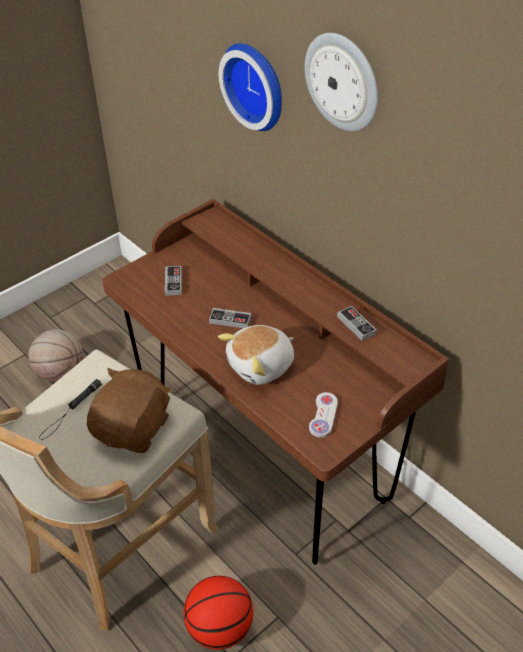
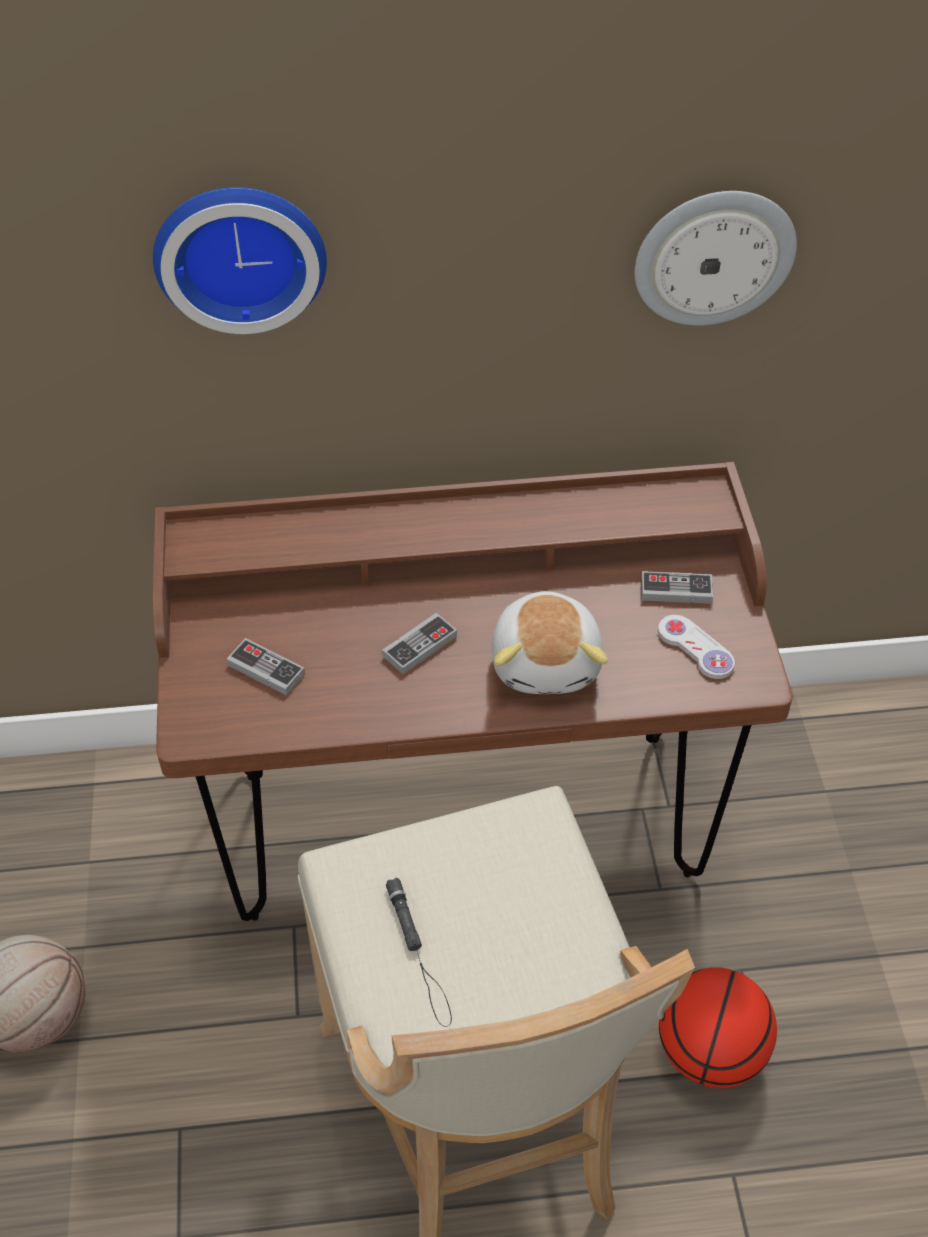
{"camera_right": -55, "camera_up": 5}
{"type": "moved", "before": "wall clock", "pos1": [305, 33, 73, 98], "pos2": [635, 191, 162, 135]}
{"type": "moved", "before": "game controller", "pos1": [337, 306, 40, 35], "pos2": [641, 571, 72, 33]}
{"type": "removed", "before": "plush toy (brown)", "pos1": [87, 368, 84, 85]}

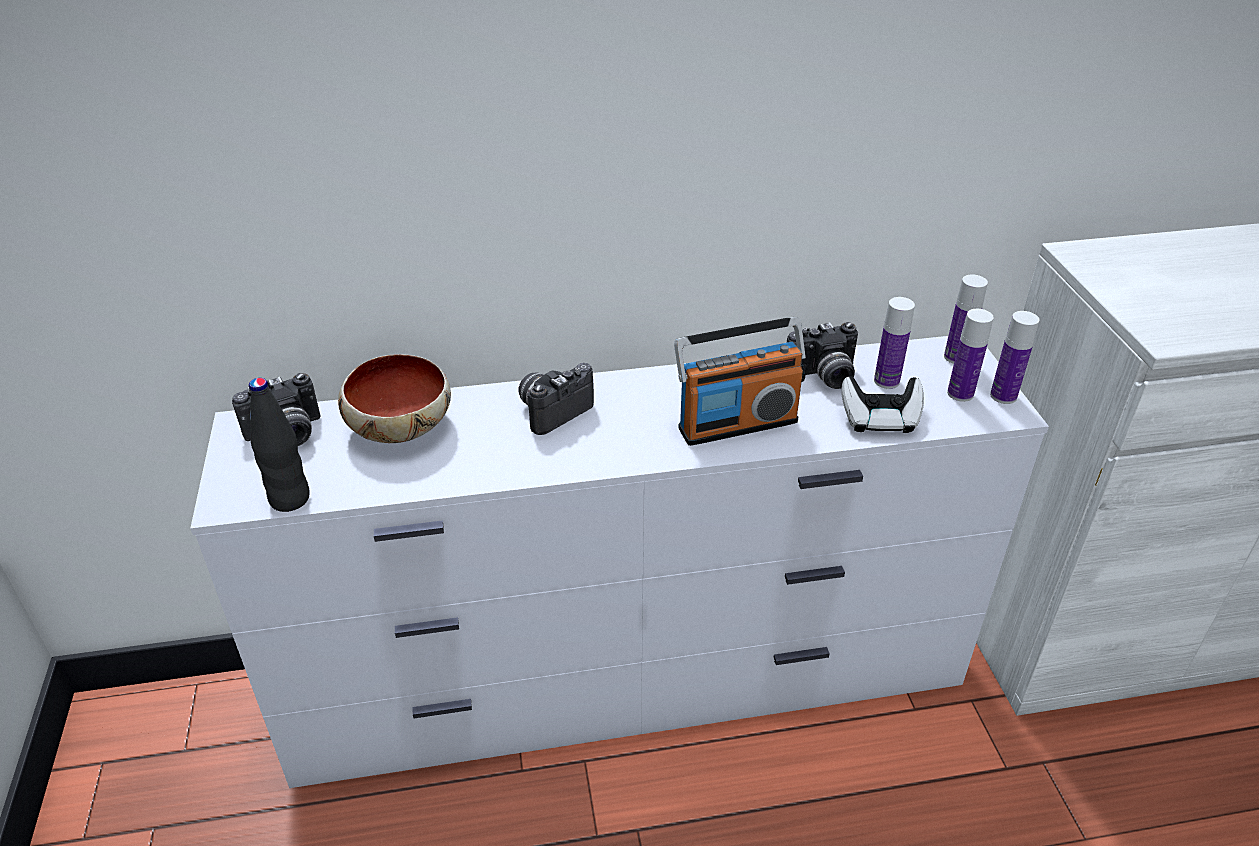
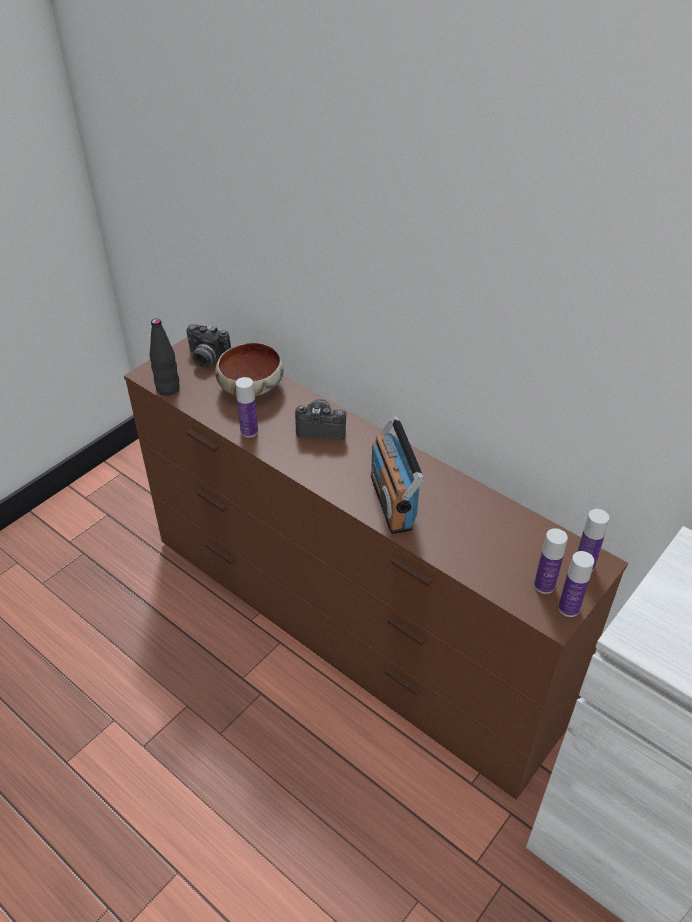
{"camera_right": 50, "camera_up": 5}
{"type": "recoloured", "before": "dresser (white)", "after": "dresser (brown)", "pos1": [190, 336, 859, 452], "pos2": [124, 337, 504, 463]}
{"type": "moved", "before": "bottle", "pos1": [874, 297, 41, 92], "pos2": [236, 377, 22, 61]}
{"type": "turned", "before": "radio", "pos1": [674, 317, 132, 129], "pos2": [371, 416, 53, 118], "turn": 45}
{"type": "removed", "before": "photo camera", "pos1": [787, 322, 71, 67]}
{"type": "removed", "before": "game controller", "pos1": [841, 376, 83, 57]}

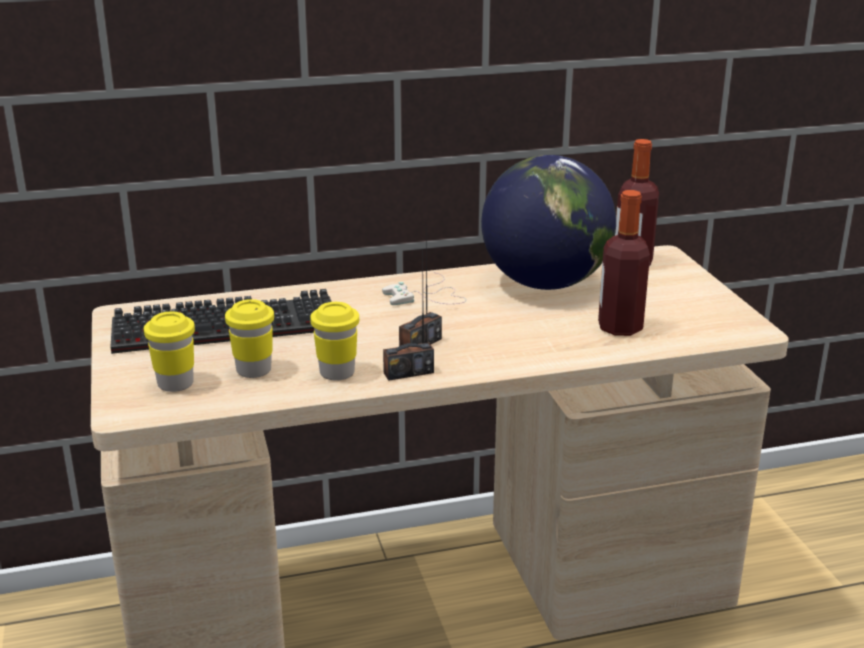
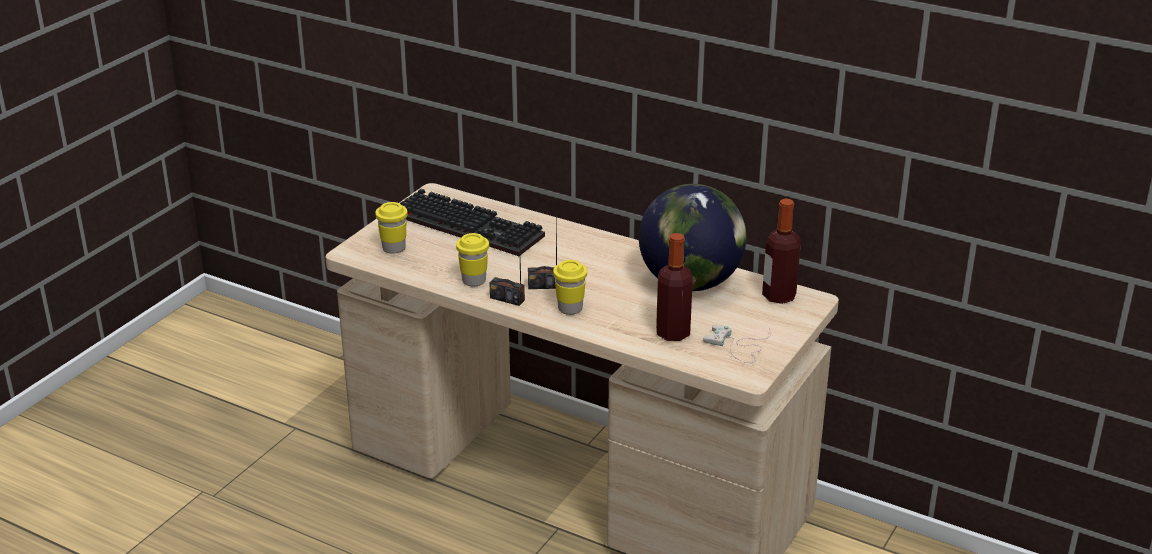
{"camera_right": 45, "camera_up": 5}
{"type": "moved", "before": "cup (yellow)", "pos1": [225, 299, 49, 79], "pos2": [553, 260, 34, 55]}
{"type": "moved", "before": "game controller (white)", "pos1": [382, 272, 85, 33], "pos2": [703, 325, 68, 38]}

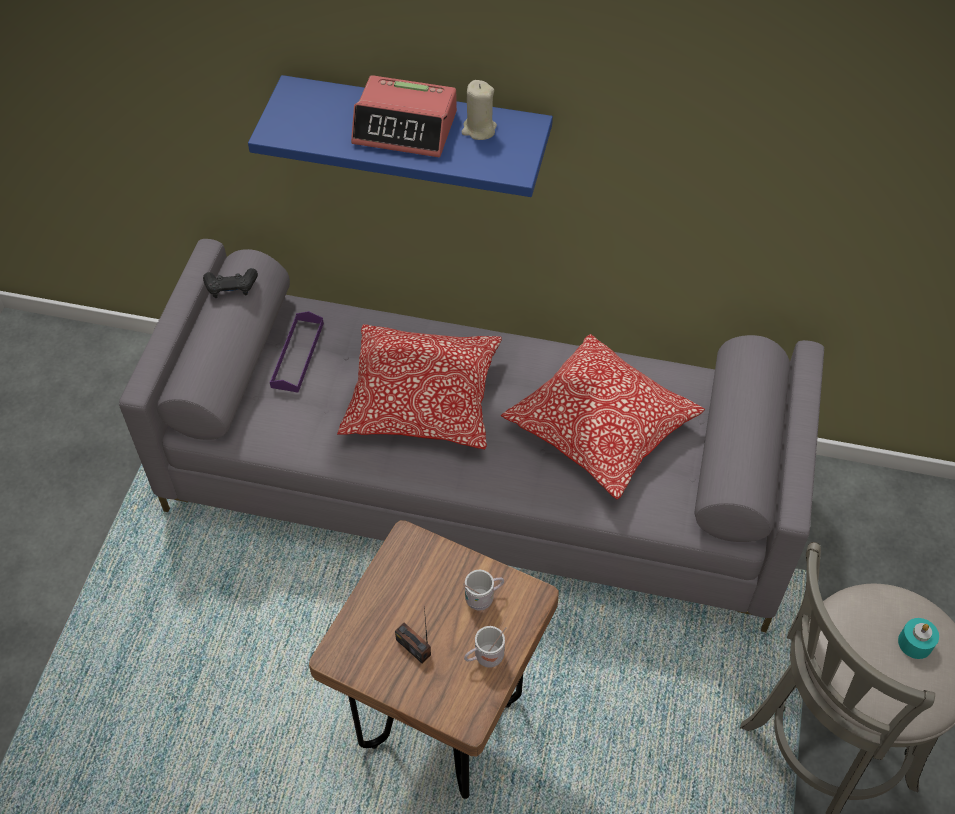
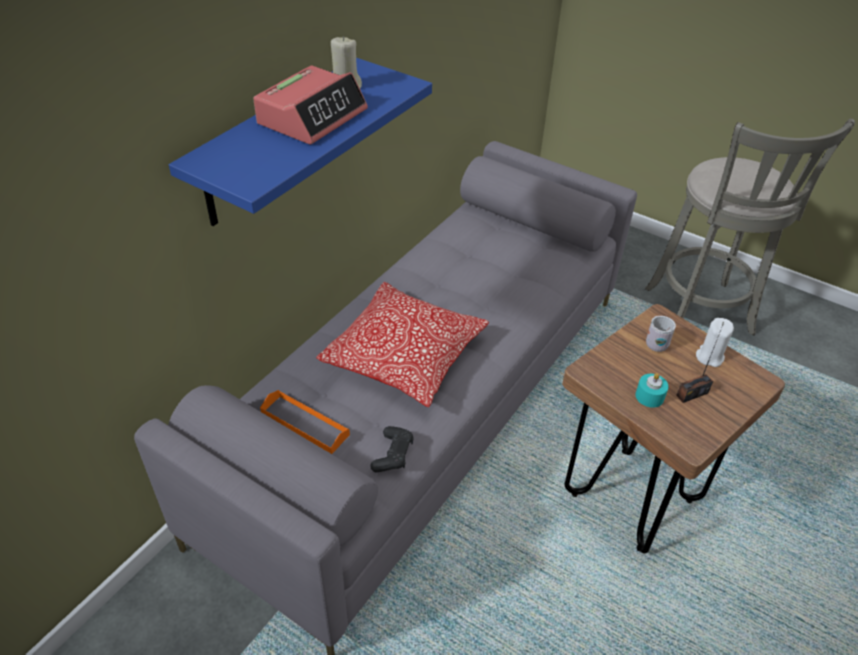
{"camera_right": -70, "camera_up": -10}
{"type": "recoloured", "before": "tray (purple)", "after": "tray (orange)", "pos1": [270, 311, 54, 81], "pos2": [260, 390, 90, 64]}
{"type": "moved", "before": "game controller (black)", "pos1": [203, 268, 55, 30], "pos2": [370, 426, 44, 46]}
{"type": "moved", "before": "candle (turquoise)", "pos1": [898, 618, 41, 41], "pos2": [635, 373, 34, 35]}
{"type": "replaced", "before": "mug (white)", "after": "candle (white)", "pos1": [464, 626, 42, 42], "pos2": [696, 318, 38, 49]}
{"type": "removed", "before": "pillow", "pos1": [501, 334, 204, 165]}

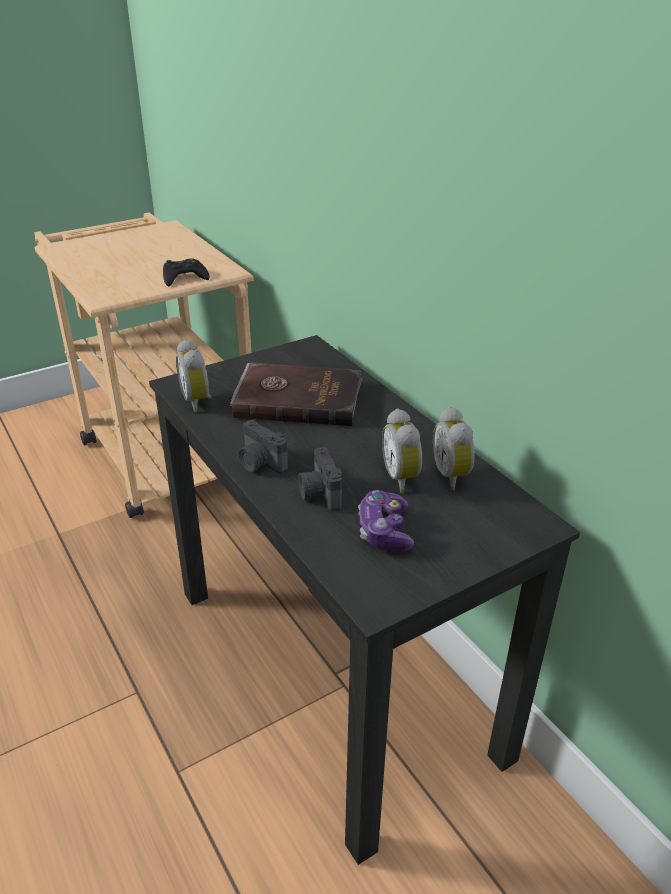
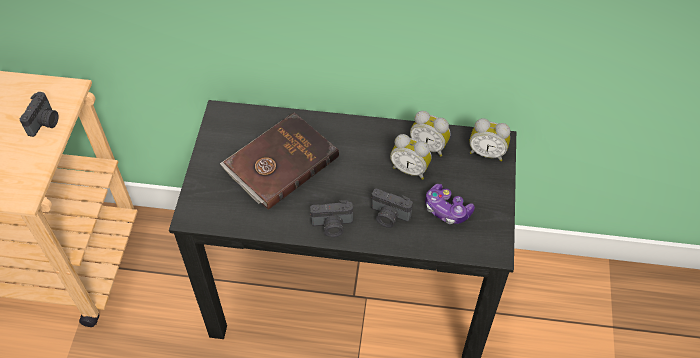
{"camera_right": -50, "camera_up": 20}
{"type": "replaced", "before": "game controller (black)", "after": "photo camera", "pos1": [163, 259, 47, 27], "pos2": [20, 92, 38, 45]}
{"type": "moved", "before": "alarm clock", "pos1": [176, 339, 36, 73], "pos2": [469, 118, 41, 43]}

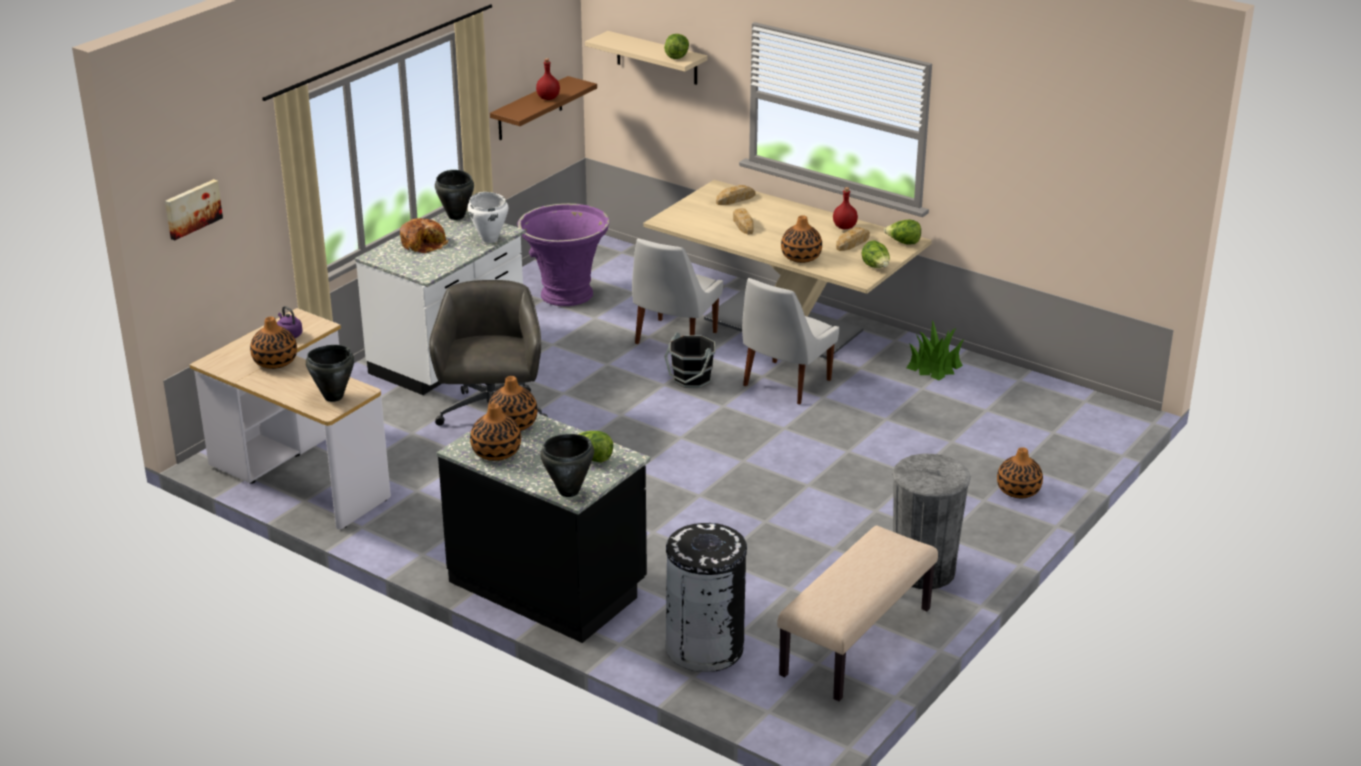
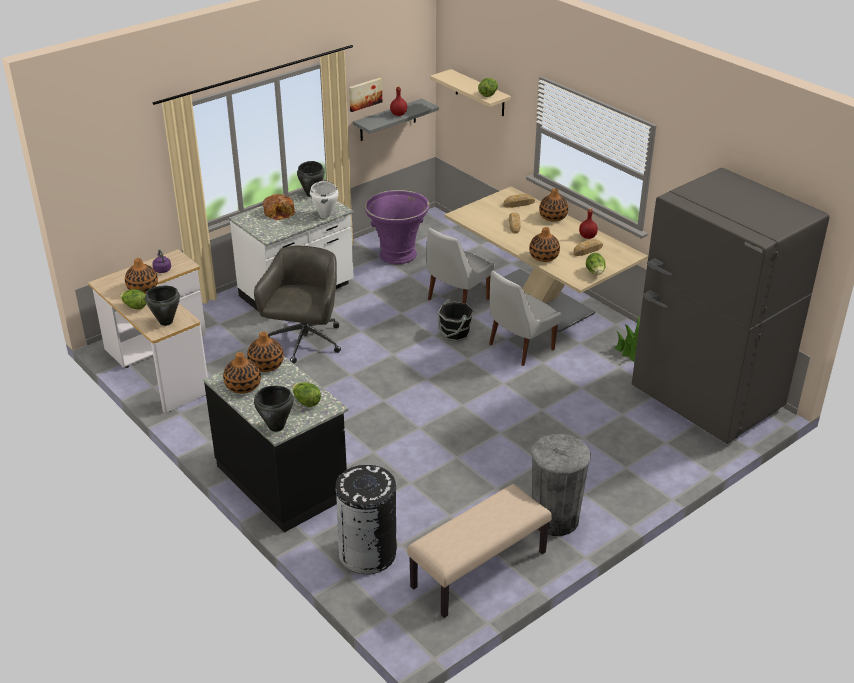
{"camera_right": 15, "camera_up": 5}
{"type": "moved", "before": "lettuce", "pos1": [884, 220, 37, 24], "pos2": [120, 289, 26, 21]}
{"type": "moved", "before": "picture", "pos1": [165, 179, 58, 61], "pos2": [349, 78, 33, 34]}
{"type": "recoloured", "before": "shelf (brown)", "after": "shelf (grey)", "pos1": [490, 76, 107, 64], "pos2": [353, 99, 86, 42]}
{"type": "moved", "before": "vase", "pos1": [997, 447, 46, 51], "pos2": [539, 188, 29, 34]}
{"type": "added", "after": "fridge (grey)", "pos2": [632, 168, 198, 276]}

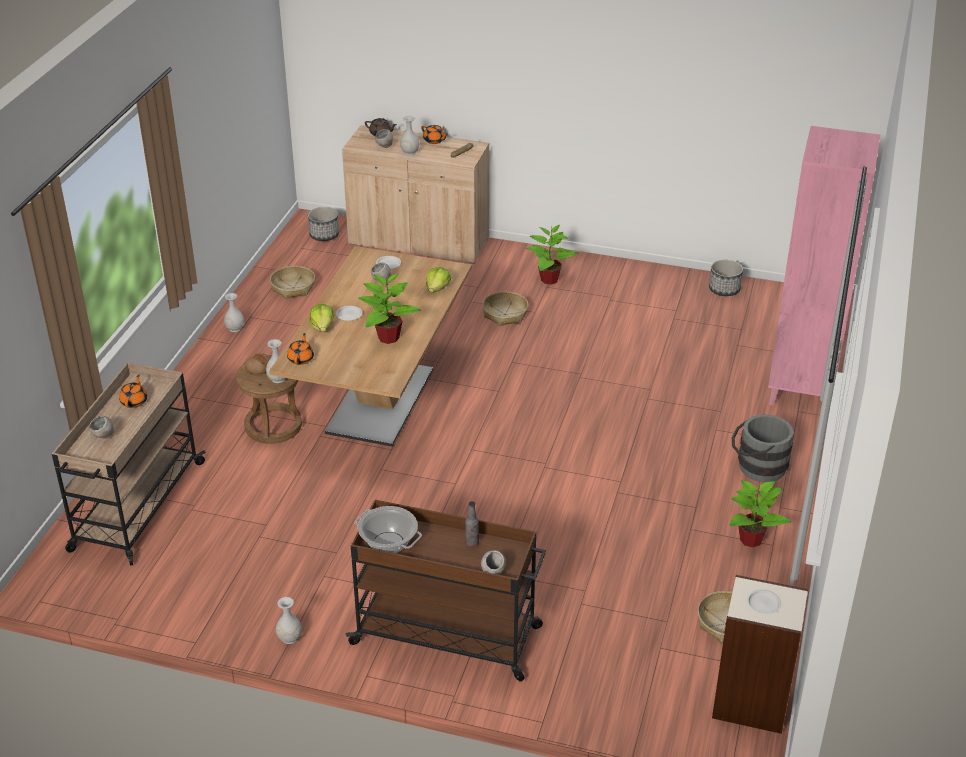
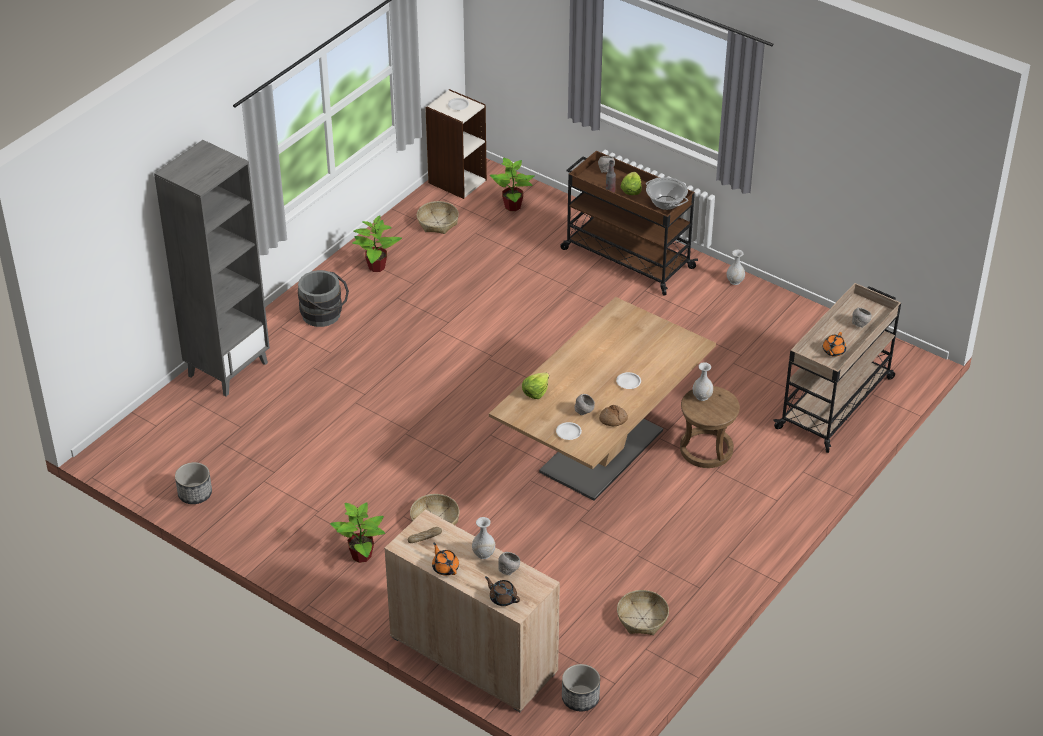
{"camera_right": -160, "camera_up": 5}
{"type": "recoloured", "before": "bookcase (pink)", "after": "bookcase (grey)", "pos1": [768, 126, 112, 280], "pos2": [154, 140, 116, 256]}
{"type": "moved", "before": "potted plant", "pos1": [358, 274, 63, 70], "pos2": [490, 158, 44, 53]}
{"type": "moved", "before": "bread", "pos1": [245, 353, 26, 22], "pos2": [599, 405, 29, 21]}
{"type": "moved", "before": "lettuce", "pos1": [309, 304, 25, 28], "pos2": [621, 172, 21, 23]}
{"type": "removed", "before": "vase (white)", "pos1": [224, 293, 20, 39]}
{"type": "removed", "before": "teapot (orange)", "pos1": [287, 333, 27, 32]}

